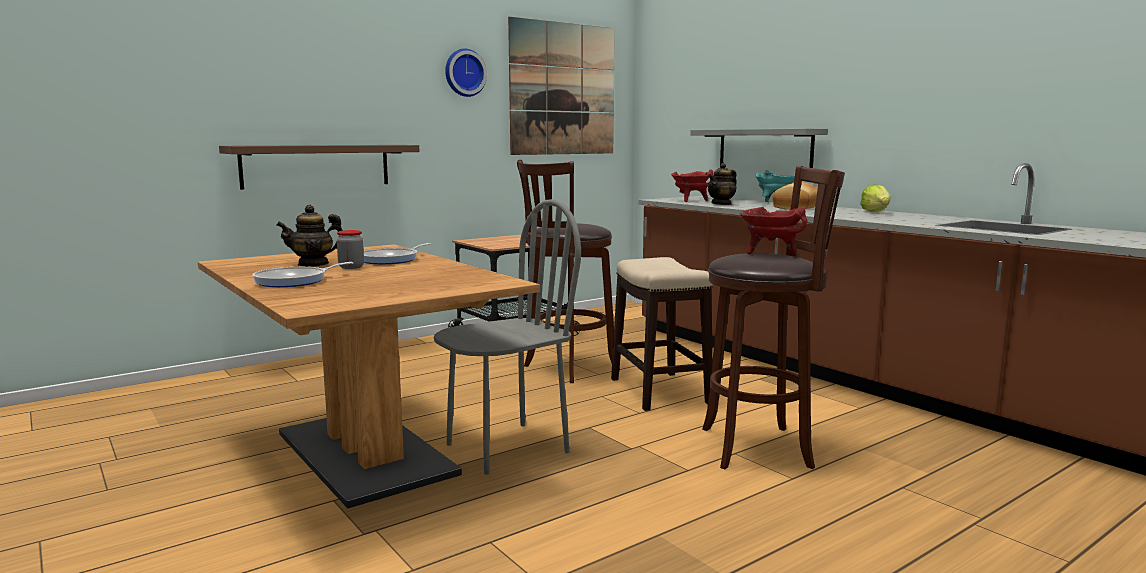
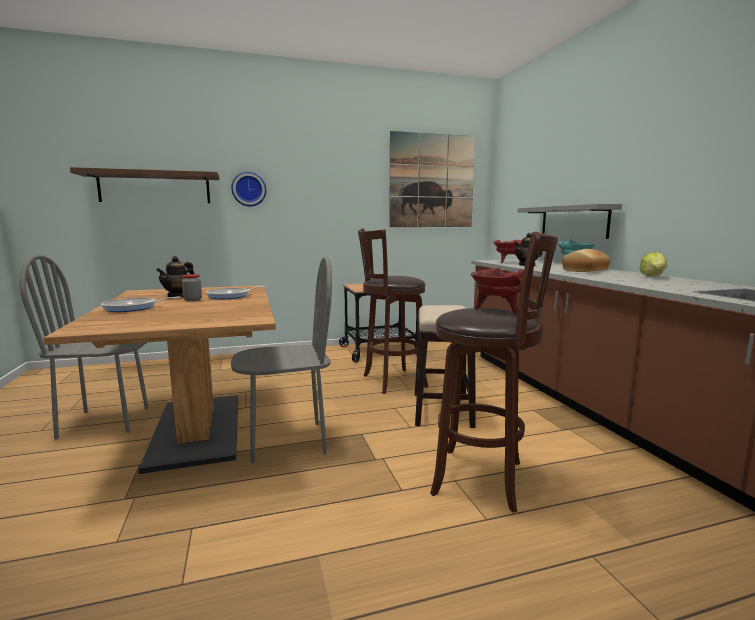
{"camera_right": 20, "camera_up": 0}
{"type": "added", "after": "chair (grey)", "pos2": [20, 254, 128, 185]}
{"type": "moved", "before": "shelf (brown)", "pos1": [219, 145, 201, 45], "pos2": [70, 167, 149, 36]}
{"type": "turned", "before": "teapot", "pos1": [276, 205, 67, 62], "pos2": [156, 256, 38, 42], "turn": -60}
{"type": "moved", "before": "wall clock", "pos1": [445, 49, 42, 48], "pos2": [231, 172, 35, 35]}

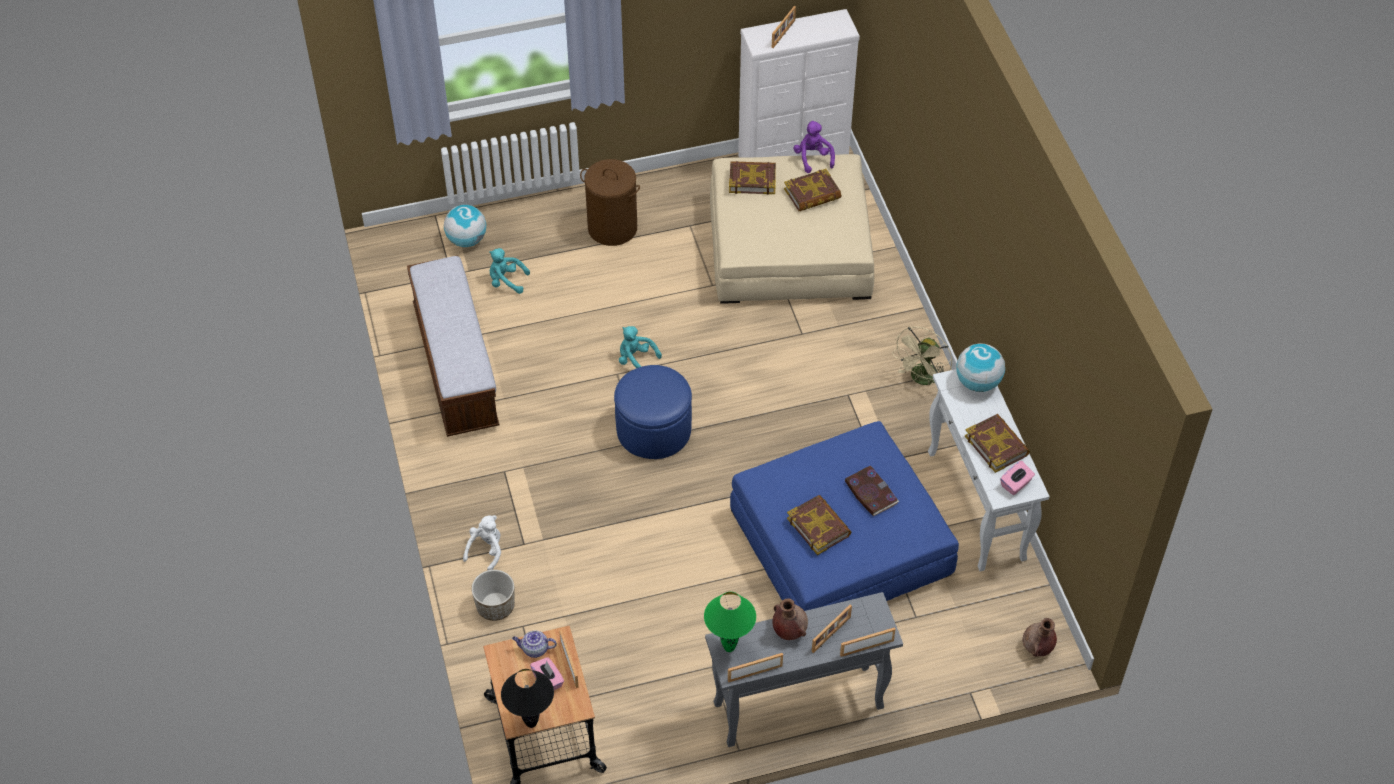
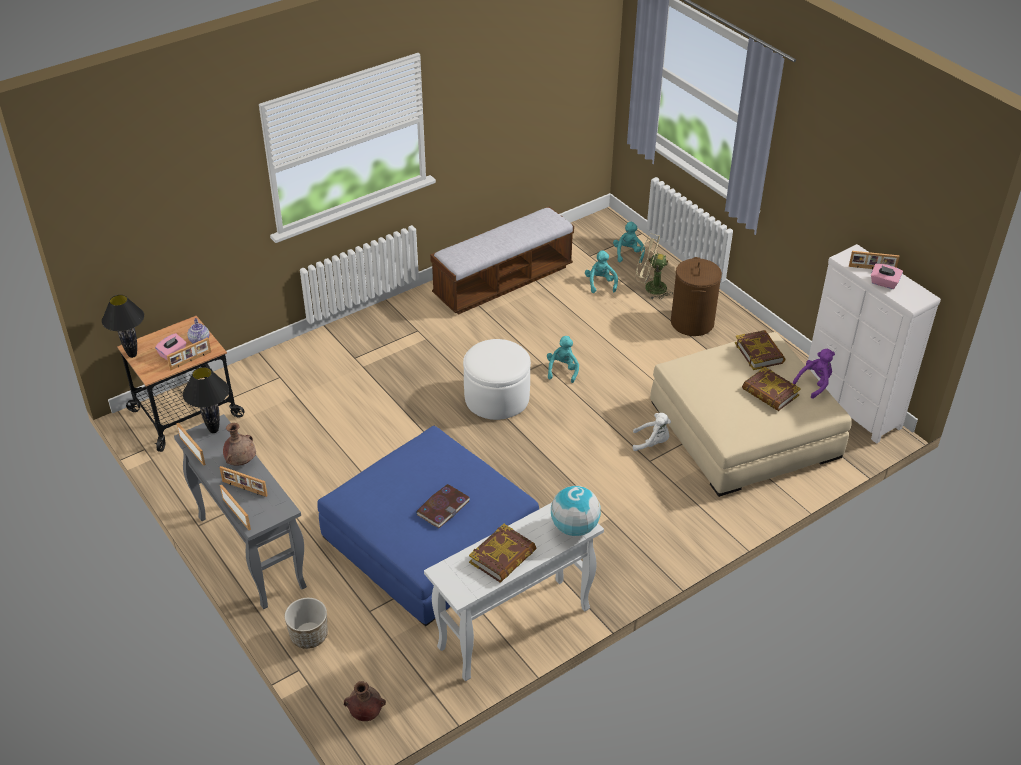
{"camera_right": 70, "camera_up": -10}
{"type": "recoloured", "before": "table lamp (green)", "after": "table lamp (black)", "pos1": [704, 592, 52, 60], "pos2": [183, 367, 46, 66]}
{"type": "moved", "before": "planter", "pos1": [471, 570, 44, 51], "pos2": [284, 598, 44, 51]}
{"type": "recoloured", "before": "ottoman (blue)", "after": "ottoman (white)", "pos1": [614, 365, 78, 94], "pos2": [463, 339, 68, 81]}
{"type": "replaced", "before": "globe", "after": "plush toy (turquoise)", "pos1": [444, 205, 42, 42], "pos2": [613, 222, 32, 41]}
{"type": "moved", "before": "plush toy (white)", "pos1": [463, 515, 38, 55], "pos2": [633, 413, 38, 38]}
{"type": "moved", "before": "fan (beige)", "pos1": [892, 326, 60, 59], "pos2": [636, 234, 37, 65]}
{"type": "moved", "before": "tissue box (pink)", "pos1": [1000, 461, 35, 34], "pos2": [871, 263, 32, 26]}
{"type": "removed", "before": "book", "pos1": [787, 495, 65, 60]}

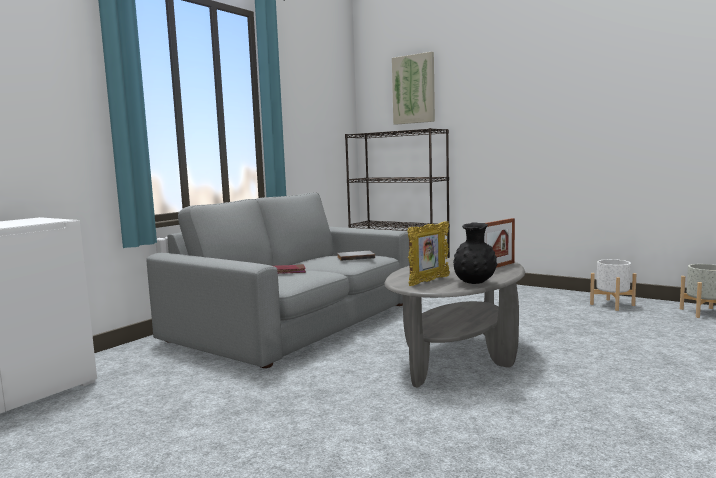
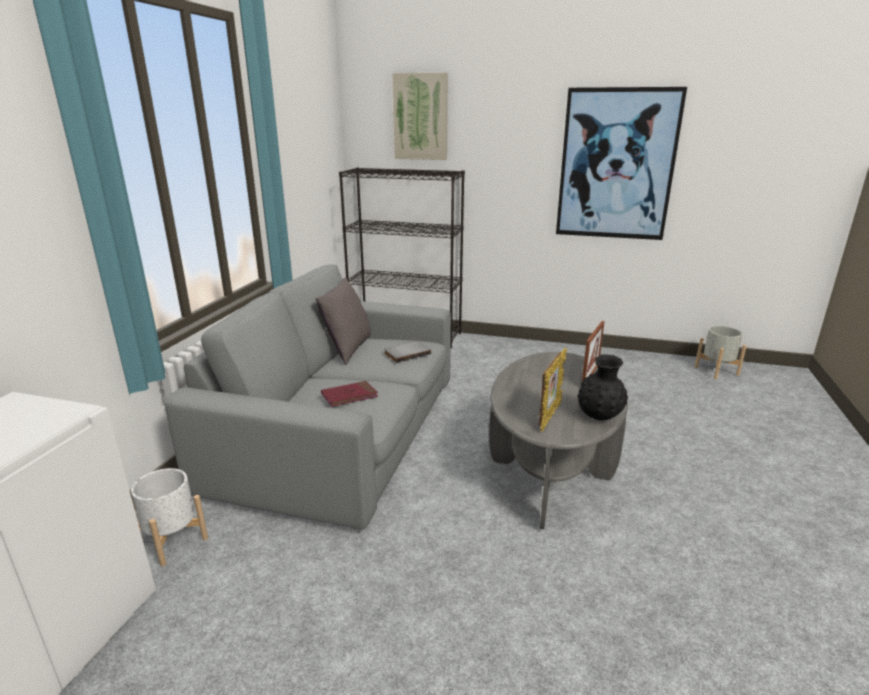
{"camera_right": -20, "camera_up": 15}
{"type": "moved", "before": "planter (white)", "pos1": [590, 259, 46, 52], "pos2": [131, 468, 77, 98]}
{"type": "added", "after": "pillow (grey)", "pos2": [316, 278, 55, 87]}
{"type": "added", "after": "picture", "pos2": [556, 87, 131, 153]}

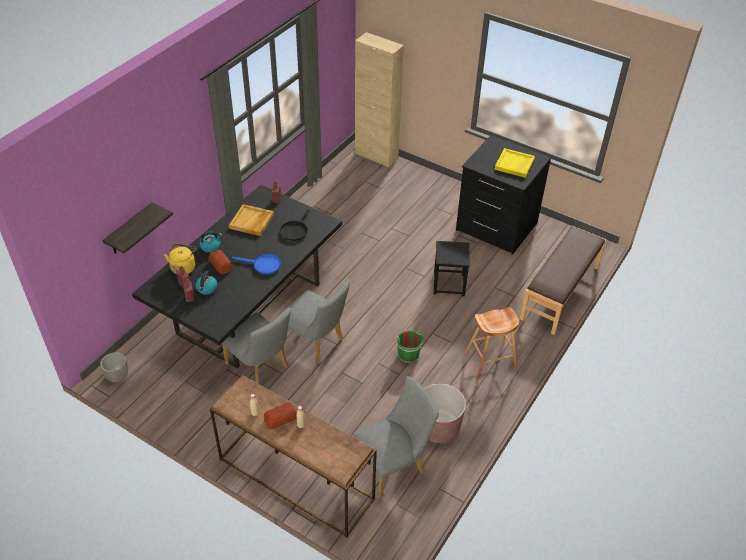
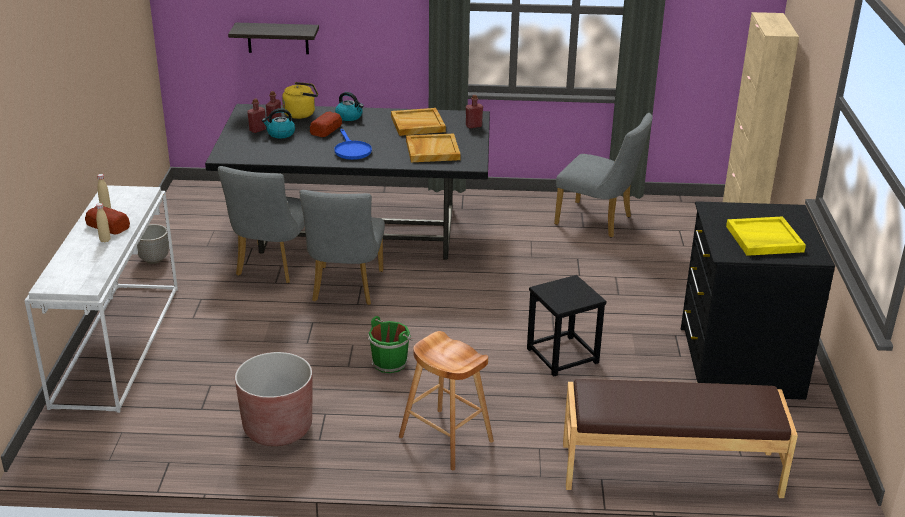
{"camera_right": 60, "camera_up": -15}
{"type": "recoloured", "before": "console table (brown)", "after": "console table (white)", "pos1": [210, 375, 167, 163], "pos2": [24, 185, 154, 228]}
{"type": "moved", "before": "planter", "pos1": [100, 352, 28, 30], "pos2": [137, 224, 32, 40]}
{"type": "replaced", "before": "frying pan (black)", "after": "tray (beige)", "pos1": [280, 210, 30, 31], "pos2": [406, 133, 55, 29]}
{"type": "moved", "before": "chair (grey)", "pos1": [353, 376, 86, 122], "pos2": [554, 113, 99, 125]}

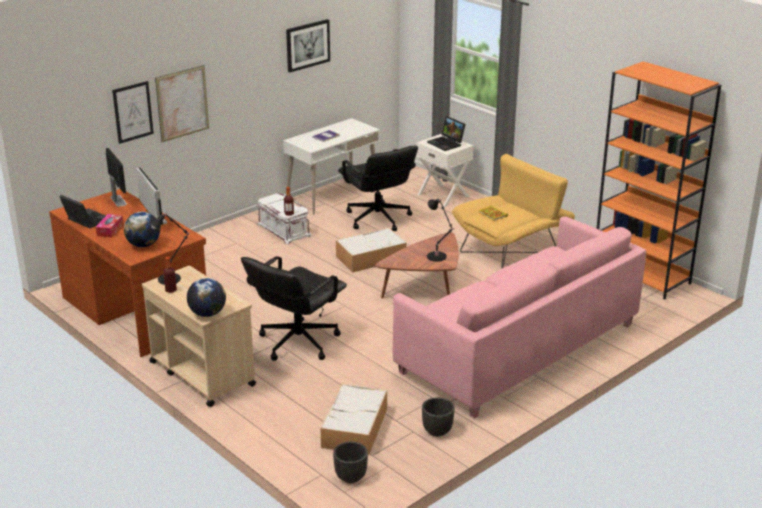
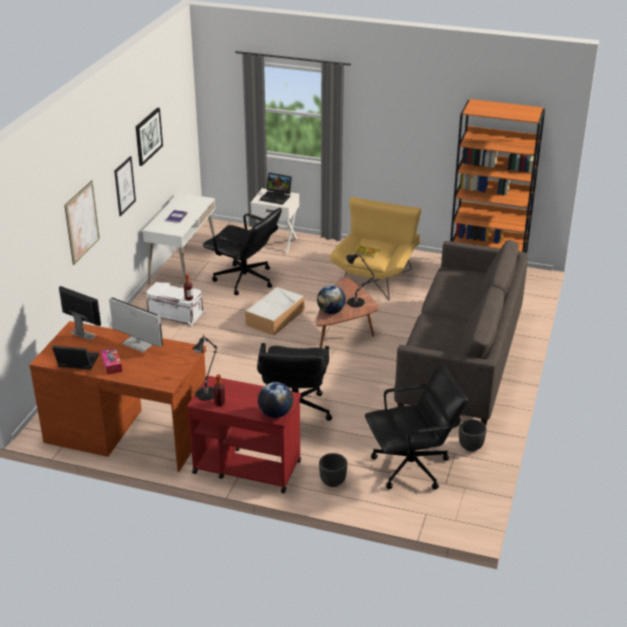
{"camera_right": -30, "camera_up": 5}
{"type": "moved", "before": "picture", "pos1": [112, 81, 42, 63], "pos2": [114, 156, 22, 61]}
{"type": "recoloured", "before": "cart (beige)", "after": "cart (red)", "pos1": [142, 266, 114, 141], "pos2": [187, 376, 114, 117]}
{"type": "moved", "before": "globe", "pos1": [124, 212, 36, 35], "pos2": [317, 285, 29, 29]}
{"type": "moved", "before": "planter (black)", "pos1": [333, 441, 35, 42], "pos2": [319, 453, 28, 34]}
{"type": "replaced", "before": "storage box", "after": "office chair (black)", "pos1": [320, 384, 67, 71], "pos2": [365, 363, 103, 126]}
{"type": "recoloured", "before": "sofa (pink)", "after": "sofa (grey)", "pos1": [393, 216, 253, 202], "pos2": [394, 240, 134, 186]}

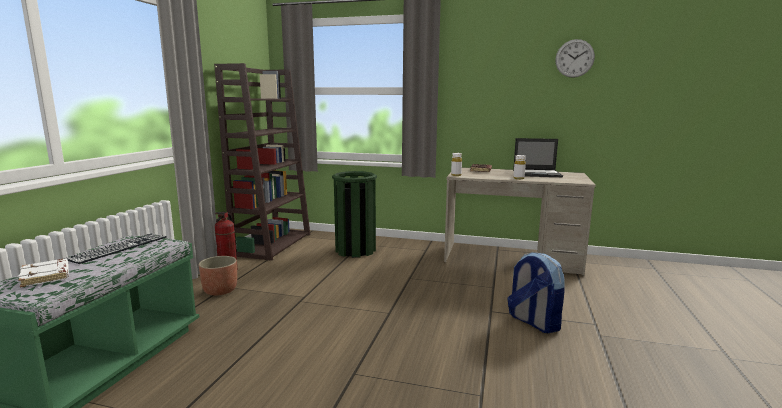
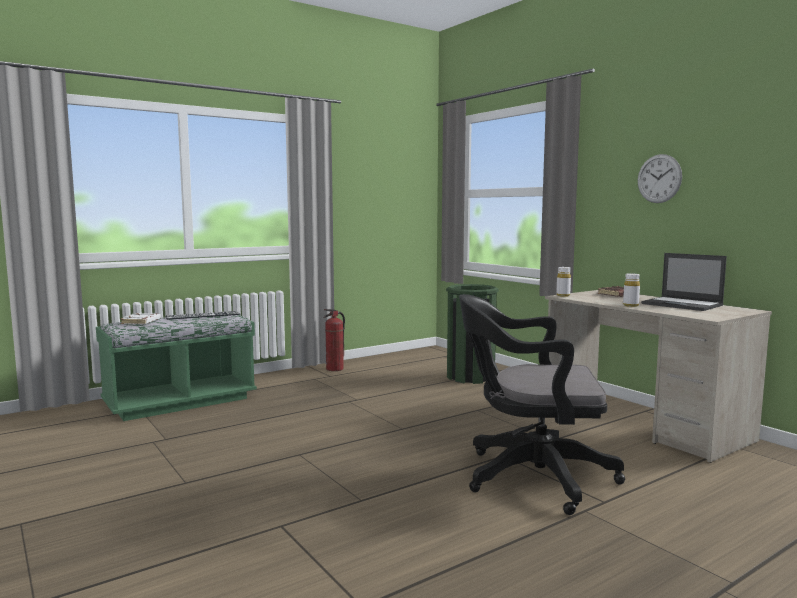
{"camera_right": 40, "camera_up": -5}
{"type": "replaced", "before": "backpack", "after": "office chair (black)", "pos1": [508, 252, 57, 81], "pos2": [459, 294, 166, 221]}
{"type": "moved", "before": "wall clock", "pos1": [555, 39, 40, 39], "pos2": [638, 154, 44, 49]}
{"type": "removed", "before": "planter", "pos1": [199, 256, 38, 40]}
{"type": "removed", "before": "bookcase (brown)", "pos1": [214, 63, 96, 198]}

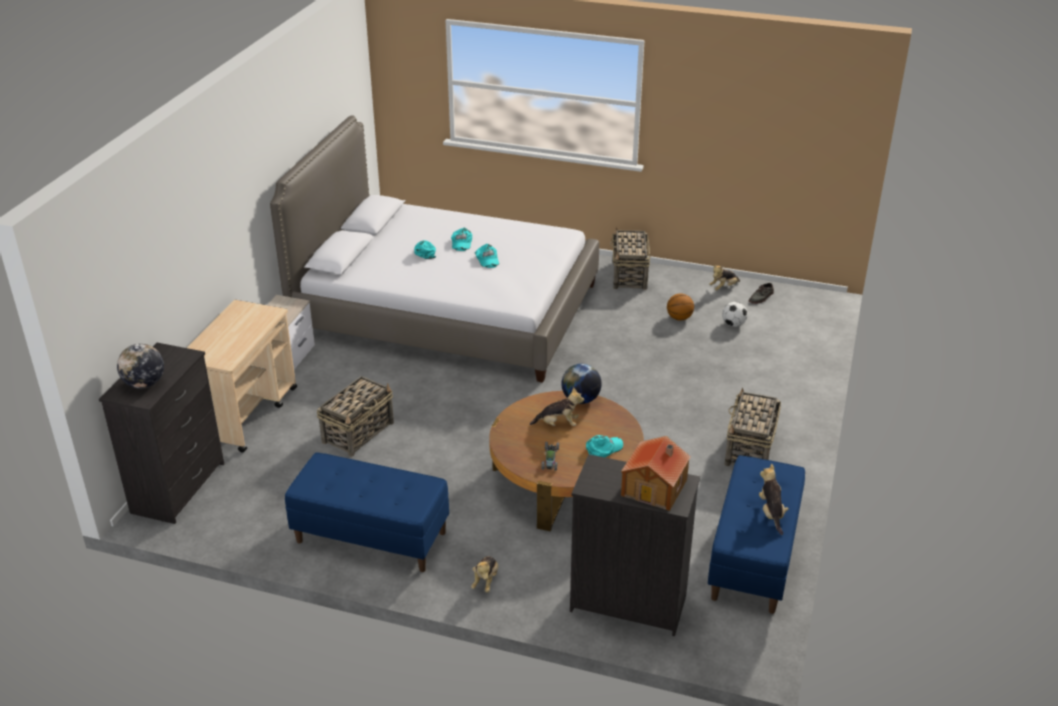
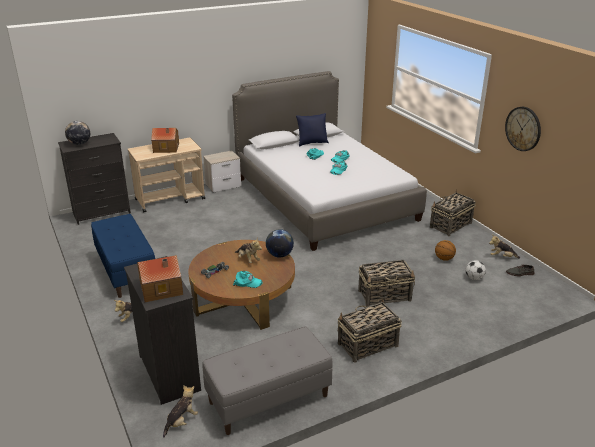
{"camera_right": 45, "camera_up": -5}
{"type": "added", "after": "toy house", "pos2": [151, 128, 28, 25]}
{"type": "moved", "before": "plush toy", "pos1": [759, 464, 30, 71], "pos2": [163, 385, 35, 53]}
{"type": "recoloured", "before": "bench (blue)", "after": "bench (grey)", "pos1": [708, 455, 97, 159], "pos2": [202, 326, 131, 109]}
{"type": "added", "after": "pillow (blue)", "pos2": [296, 113, 33, 34]}
{"type": "moved", "before": "basket", "pos1": [317, 376, 77, 81], "pos2": [358, 260, 57, 47]}
{"type": "added", "after": "wall clock", "pos2": [505, 107, 36, 44]}

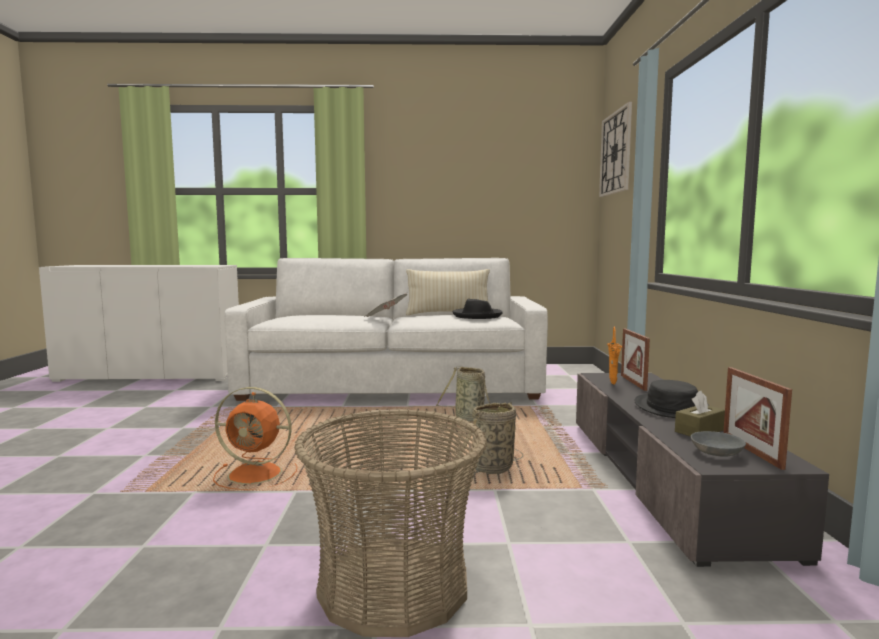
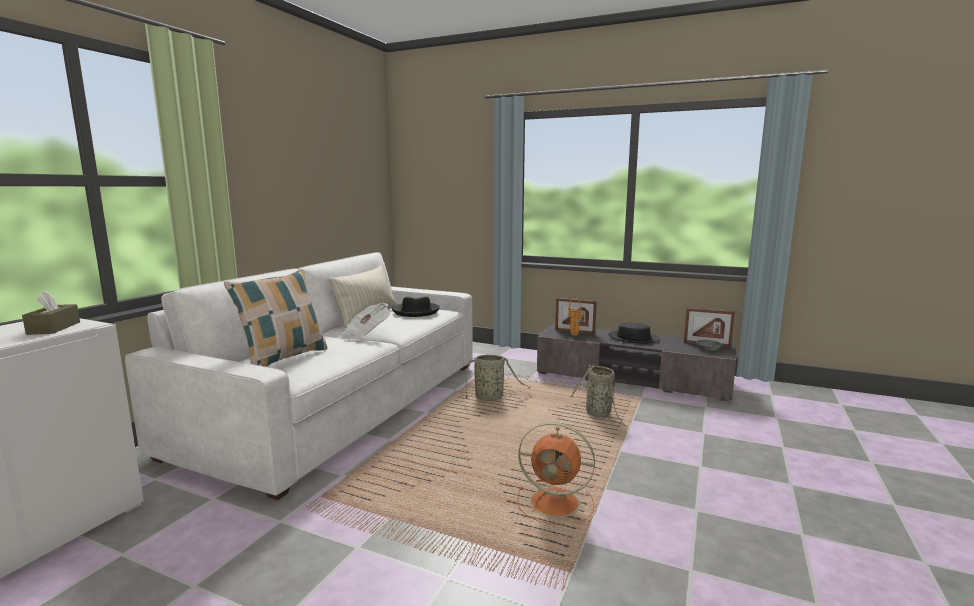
{"camera_right": -65, "camera_up": 5}
{"type": "moved", "before": "tissue box (brown)", "pos1": [675, 391, 50, 45], "pos2": [22, 291, 58, 44]}
{"type": "added", "after": "pillow", "pos2": [224, 270, 103, 97]}
{"type": "turned", "before": "fan (orange)", "pos1": [213, 387, 85, 103], "pos2": [517, 422, 78, 103], "turn": 75}
{"type": "removed", "before": "basket", "pos1": [294, 409, 193, 228]}
{"type": "removed", "before": "wall clock", "pos1": [599, 102, 33, 95]}

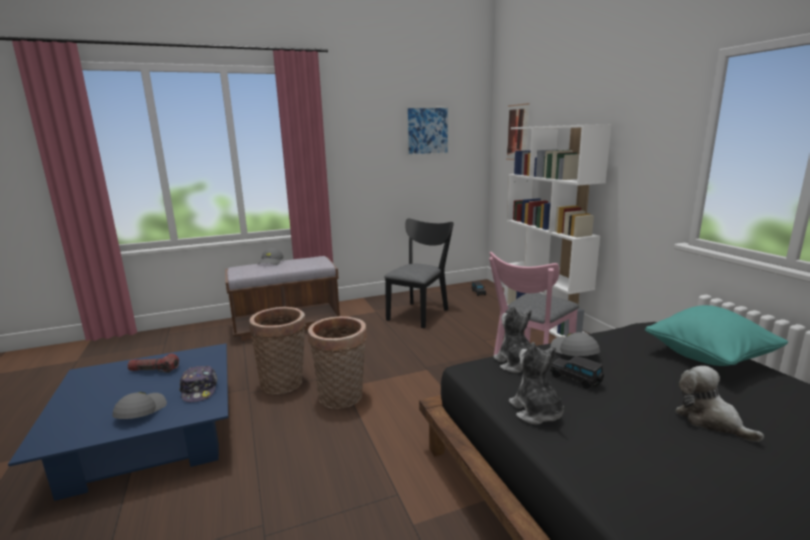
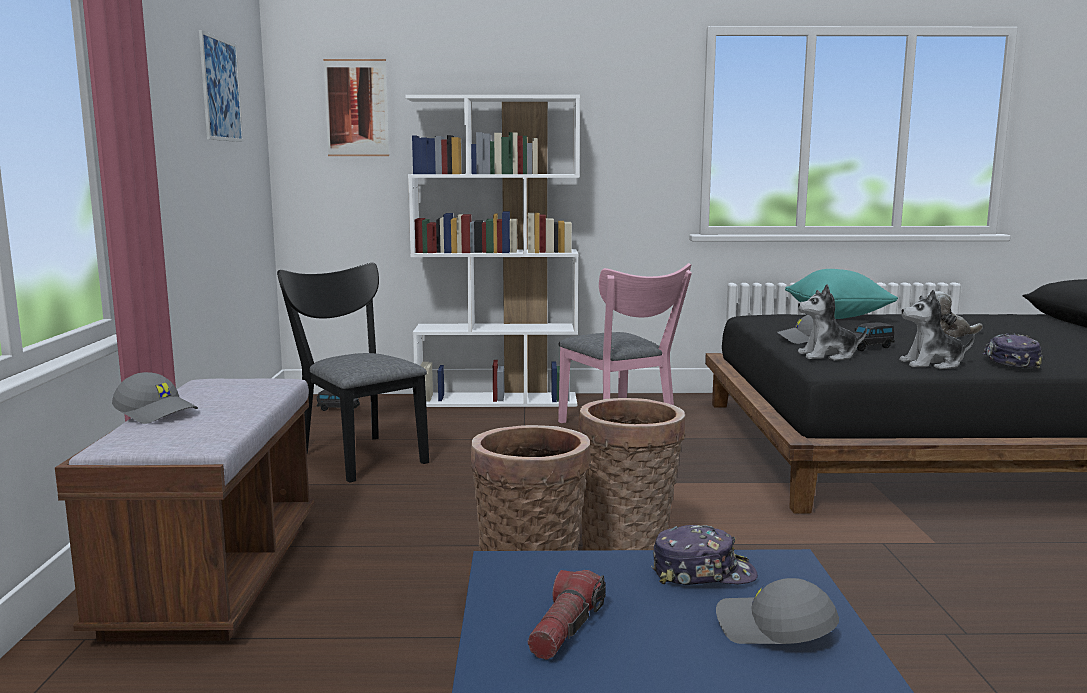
{"camera_right": -70, "camera_up": -5}
{"type": "added", "after": "cap", "pos2": [983, 333, 60, 36]}

